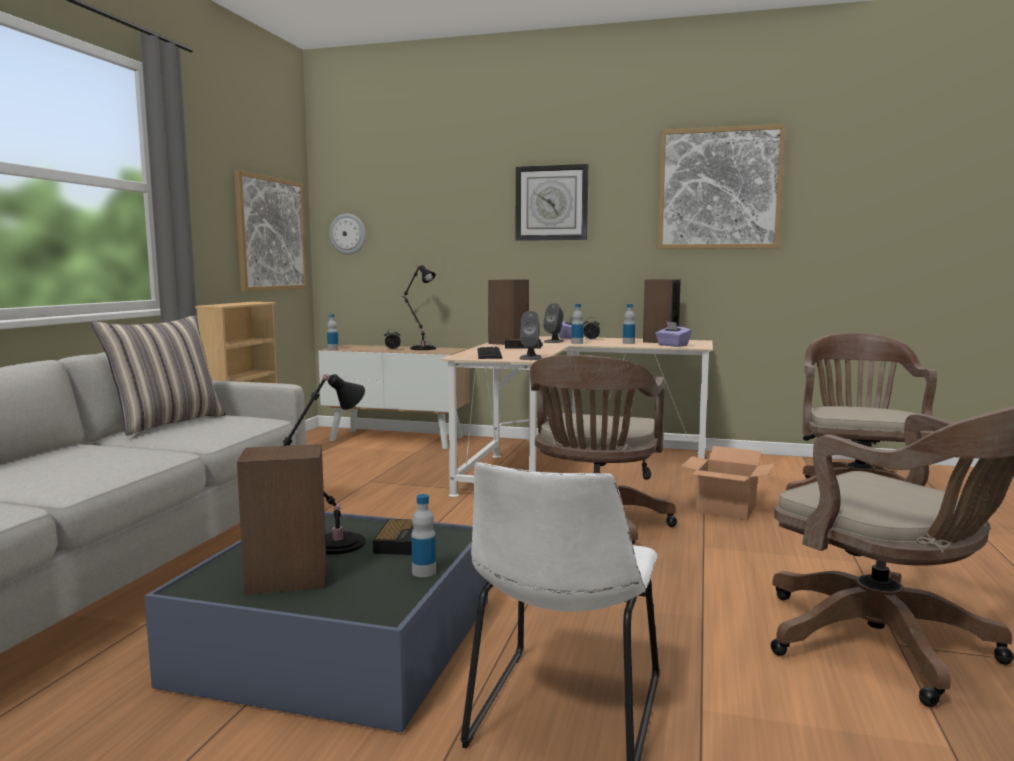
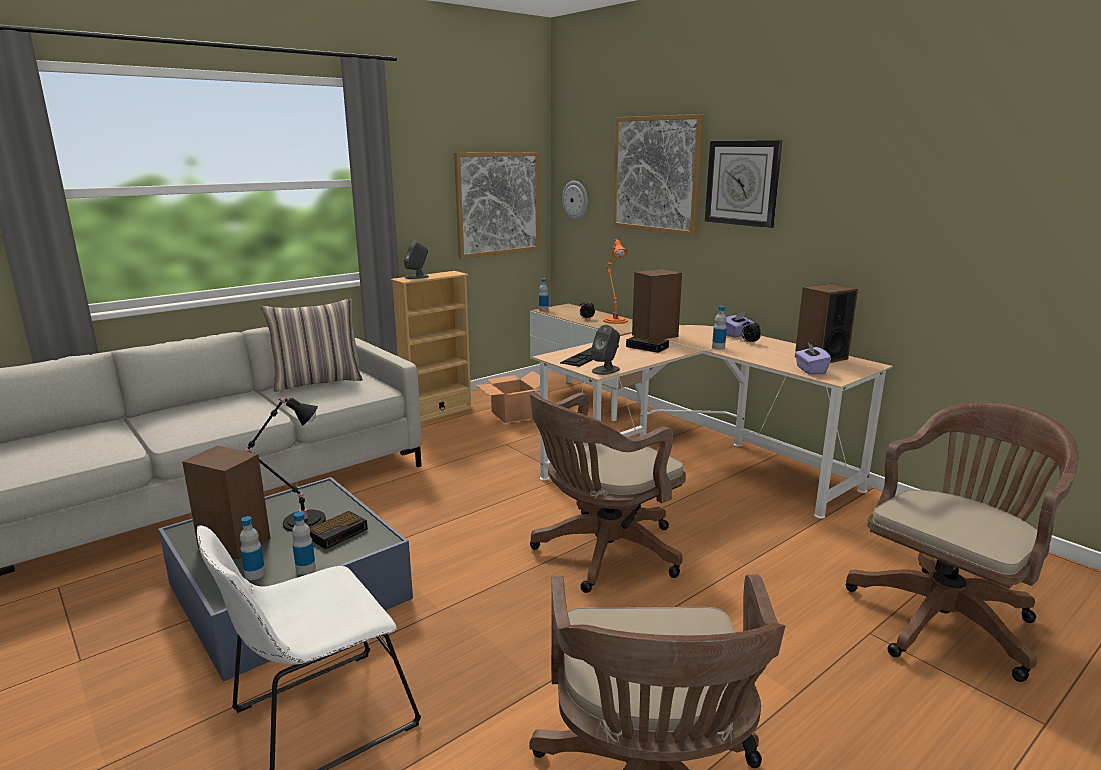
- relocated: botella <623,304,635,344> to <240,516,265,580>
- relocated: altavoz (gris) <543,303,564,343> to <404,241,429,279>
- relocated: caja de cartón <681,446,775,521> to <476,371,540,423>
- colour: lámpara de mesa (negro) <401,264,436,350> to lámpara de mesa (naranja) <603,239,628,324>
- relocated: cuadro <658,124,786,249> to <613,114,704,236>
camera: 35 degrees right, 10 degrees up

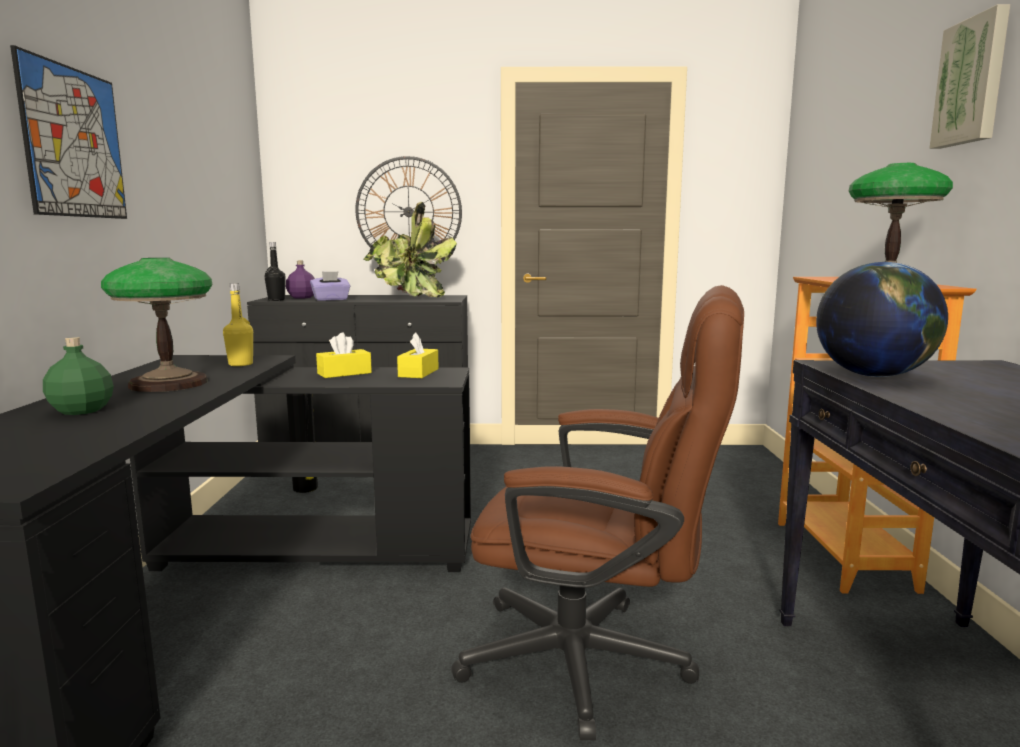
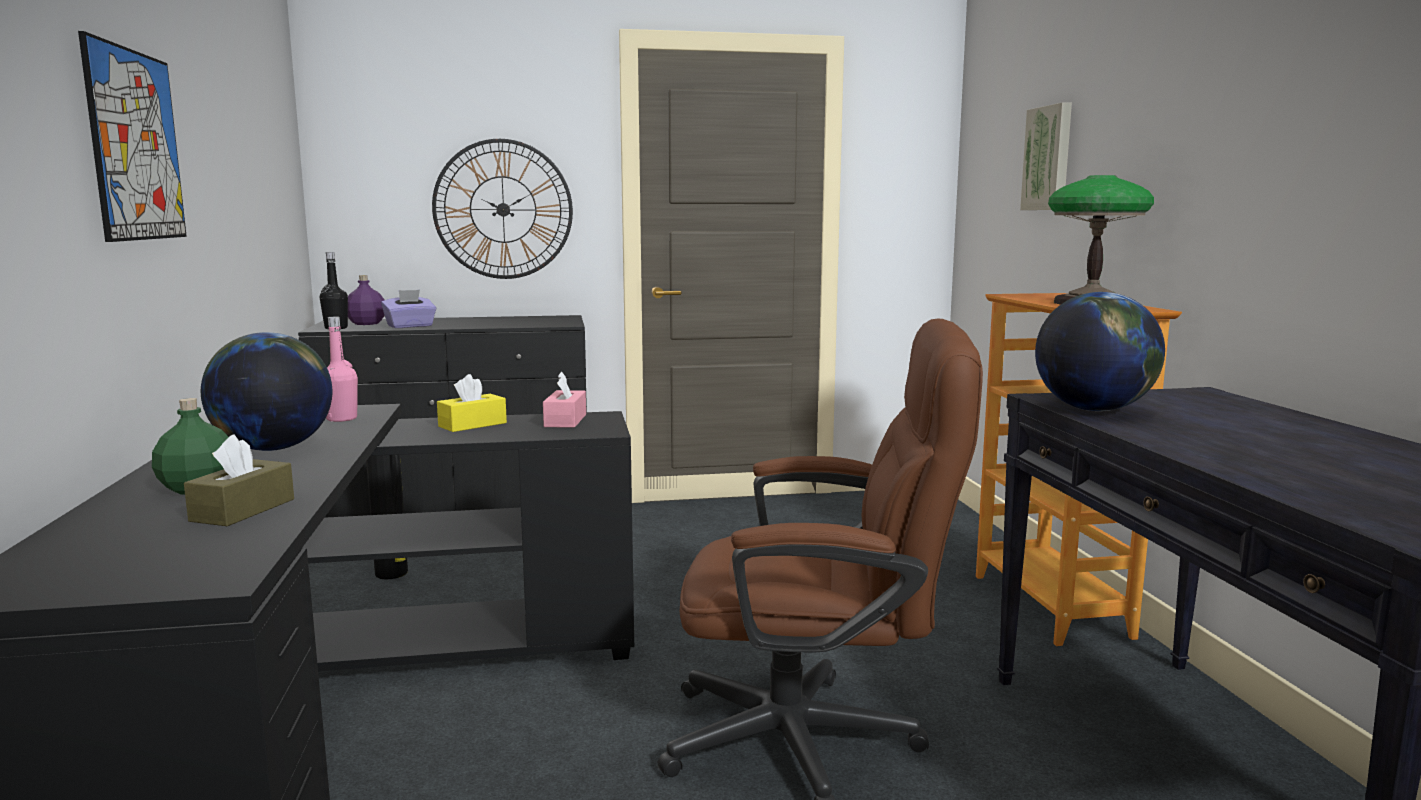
- appeared: caja de pañuelos (marrón) <184,434,294,526>
- exchanged: lámpara de mesa <101,258,212,392> to globo terráqueo <201,332,332,451>
- colour: botella (amarillo) <223,283,253,366> to botella (rosa) <326,317,358,422>
- colour: caja de pañuelos (amarillo) <397,333,439,378> to caja de pañuelos (rosa) <543,371,586,428>
- relocated: cuadro <929,4,1010,149> to <1020,102,1072,210>
- missing: planta en maceta <363,202,457,298>
camera: 10 degrees left, 0 degrees up

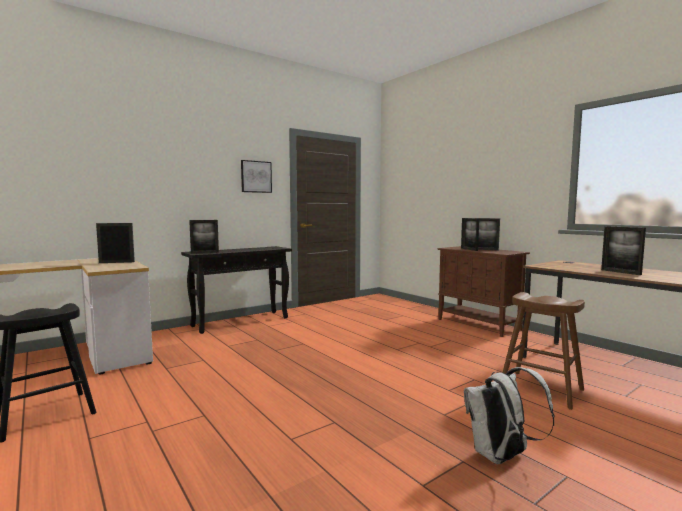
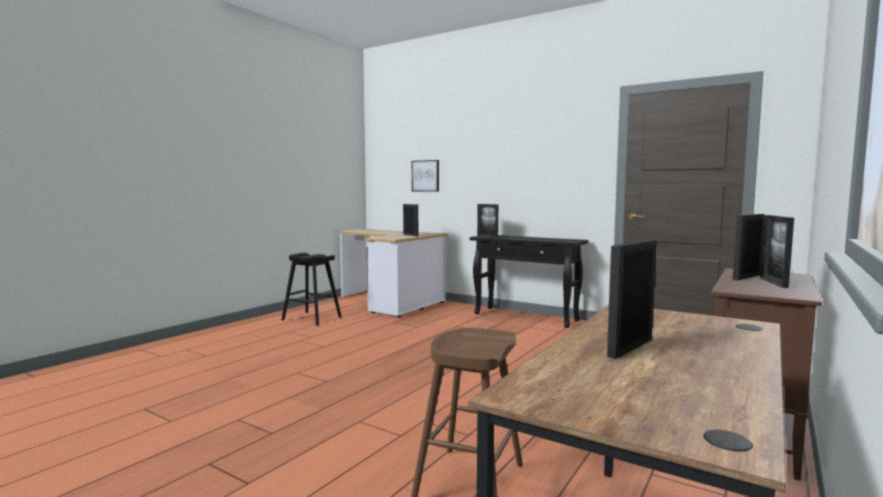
- relocated: cuadro <241,160,272,193> to <412,160,439,191>
- missing: mochila (blanco) <464,367,555,464>
camera: 70 degrees right, 0 degrees up

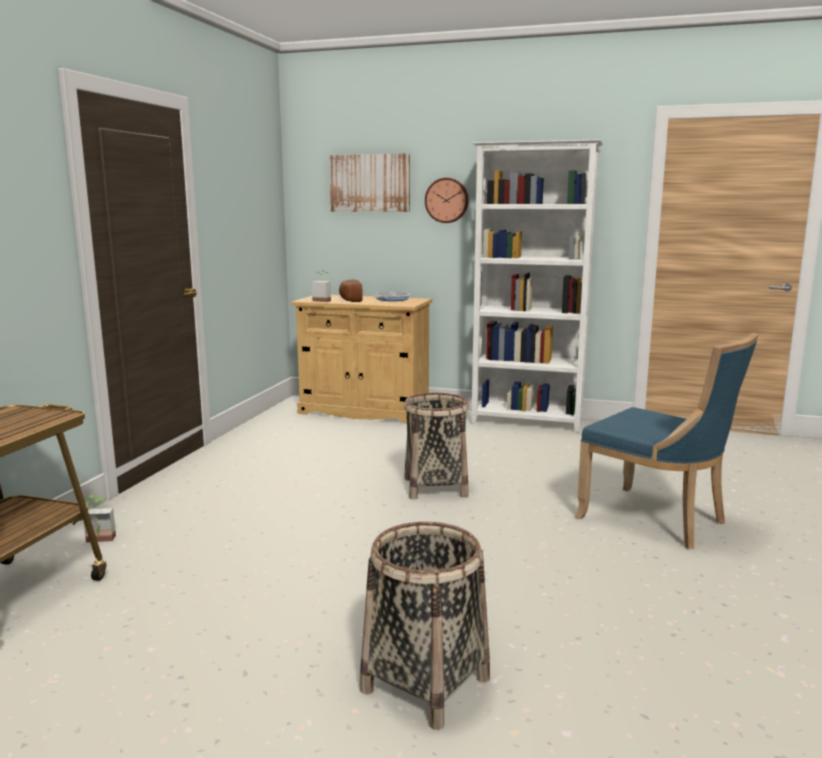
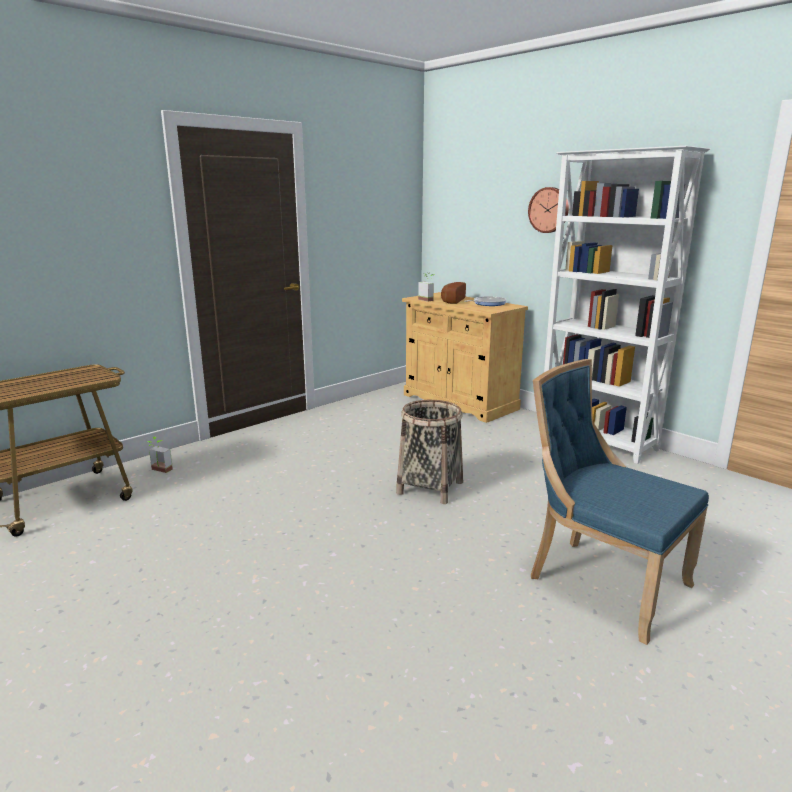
- spun: silla (azul) <575,333,759,550> = <531,359,709,645> 150 degrees clockwise
- missing: cuadro <329,153,410,212>
- missing: cesta <360,522,490,730>
camera: 30 degrees right, 5 degrees up

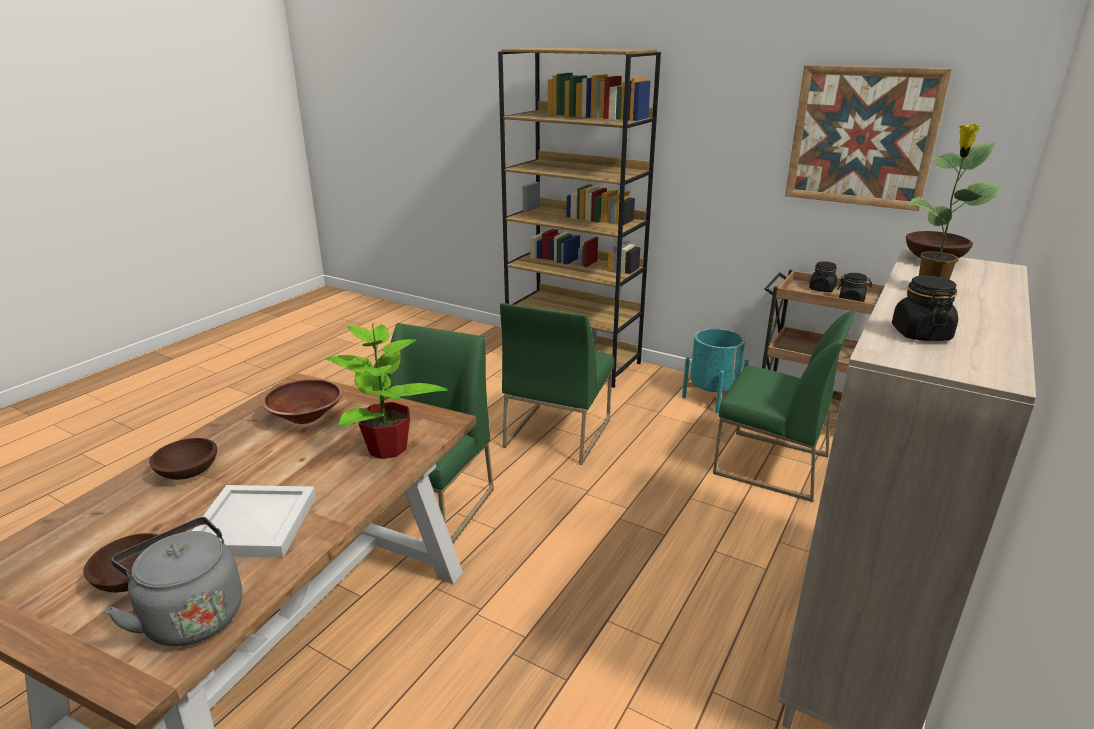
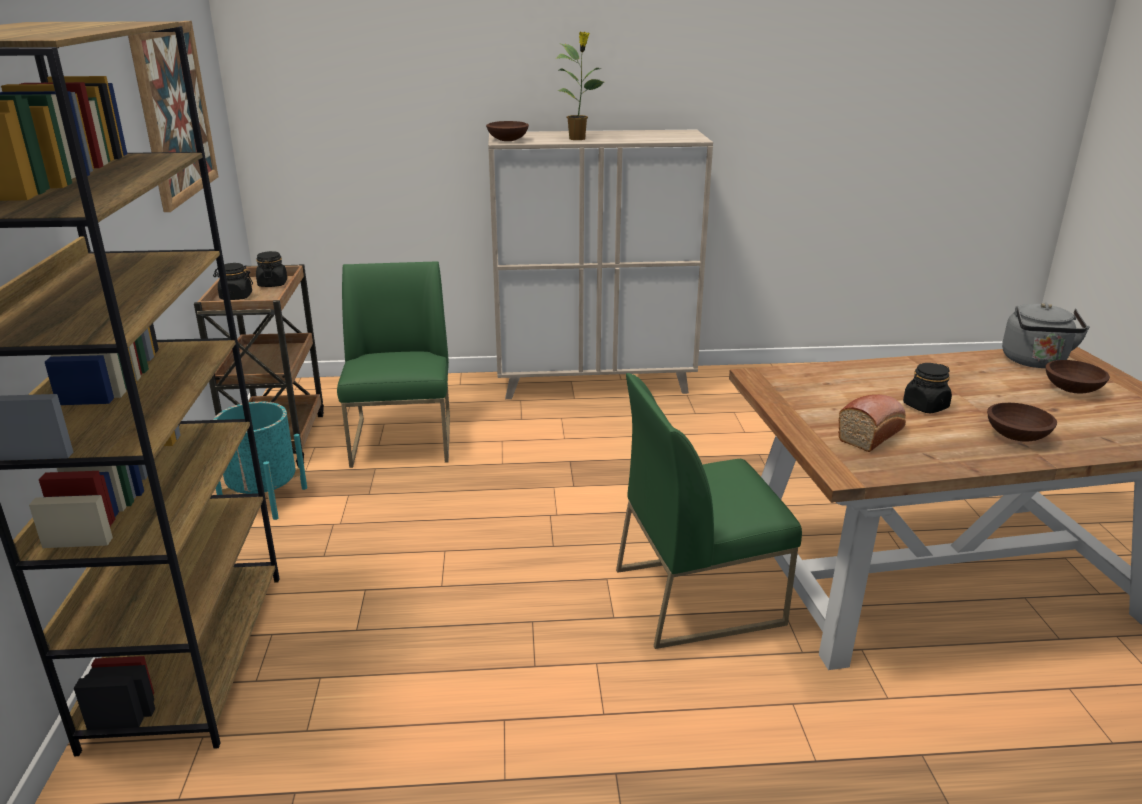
- exchanged: cuenco (marrón) <262,379,343,424> to pan <838,395,906,452>
- relocated: tarro (negro) <892,275,958,341> to <903,363,952,413>
- missing: bandeja (blanco) <192,485,316,558>
- missing: planta en maceta <326,325,448,459>
- missing: silla (verde) <500,303,614,465>
camera: 125 degrees left, 0 degrees up

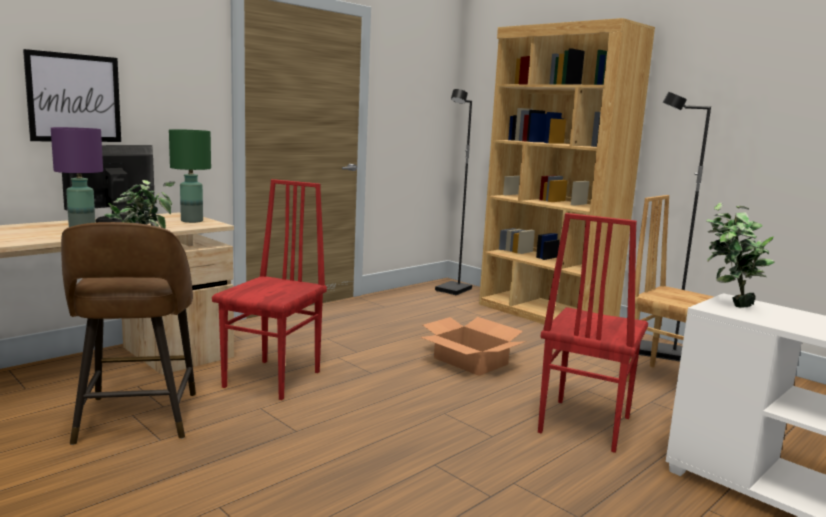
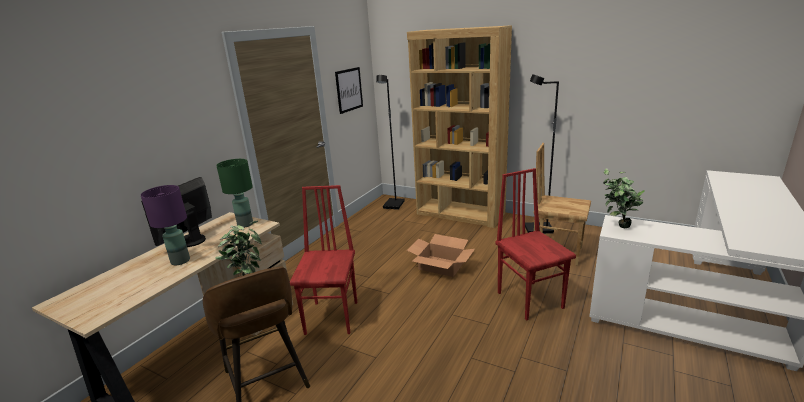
- relocated: cuadro <23,49,121,142> to <335,67,363,114>
- spun: silla (rojo) <538,213,648,453> = <496,168,576,321> 150 degrees clockwise
camera: 15 degrees left, 10 degrees up

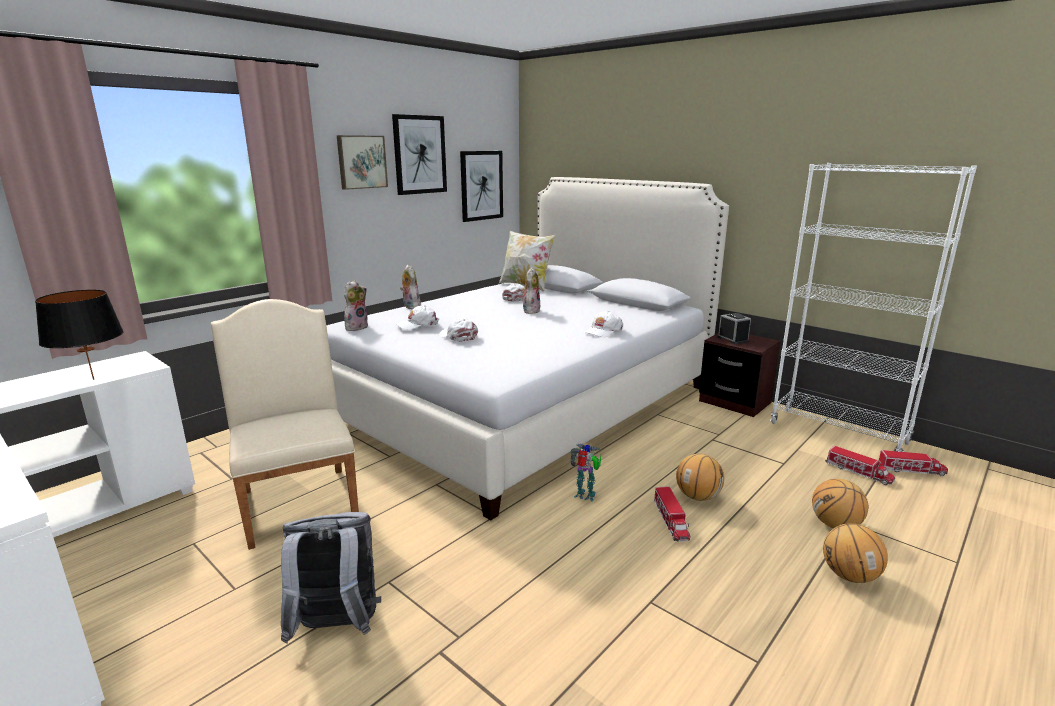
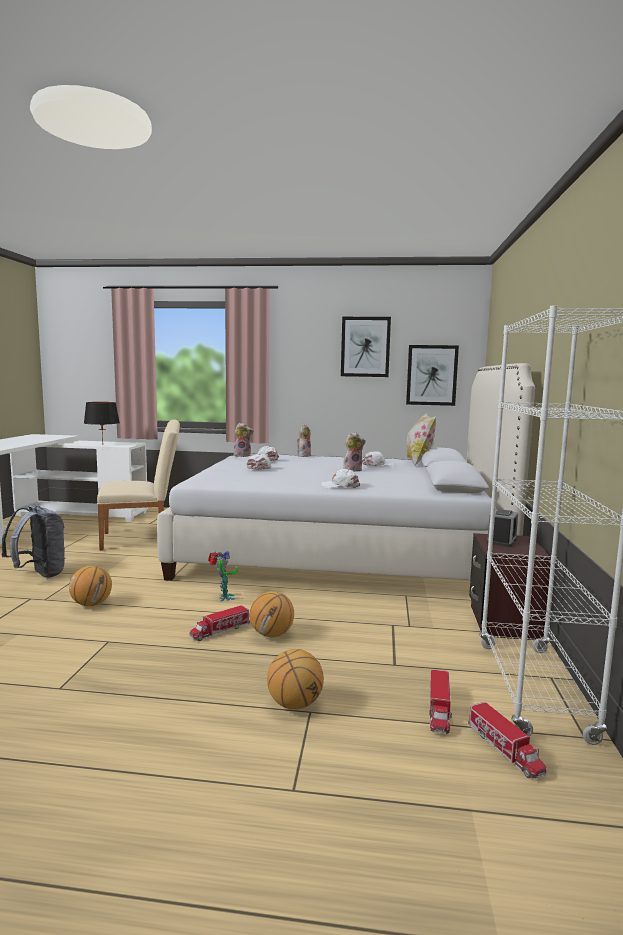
- relocated: balón de baloncesto <823,523,888,583> to <69,566,112,606>
- spun: silla (beis) <211,299,359,550> = <97,420,180,551> 45 degrees clockwise
- missing: cuadro <337,135,388,190>
camera: 55 degrees right, 10 degrees down

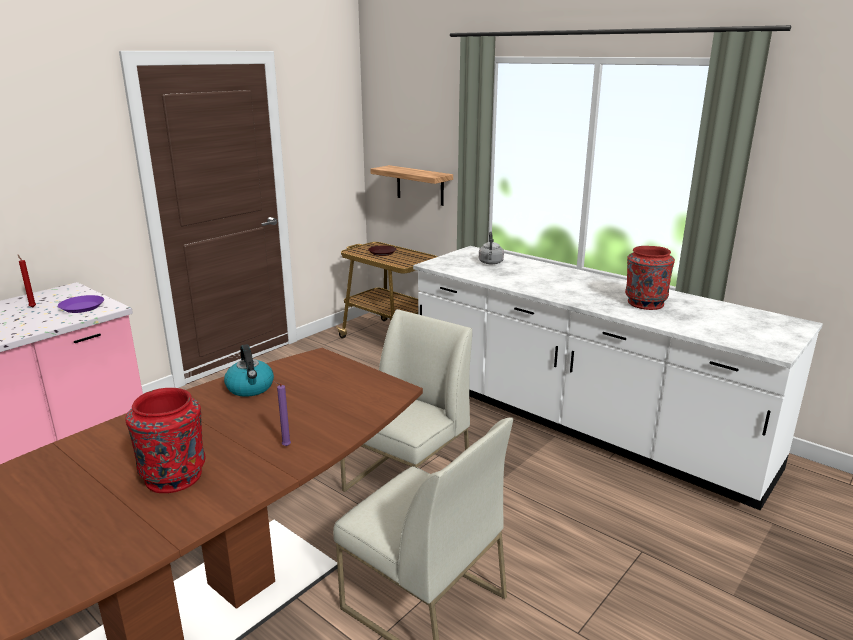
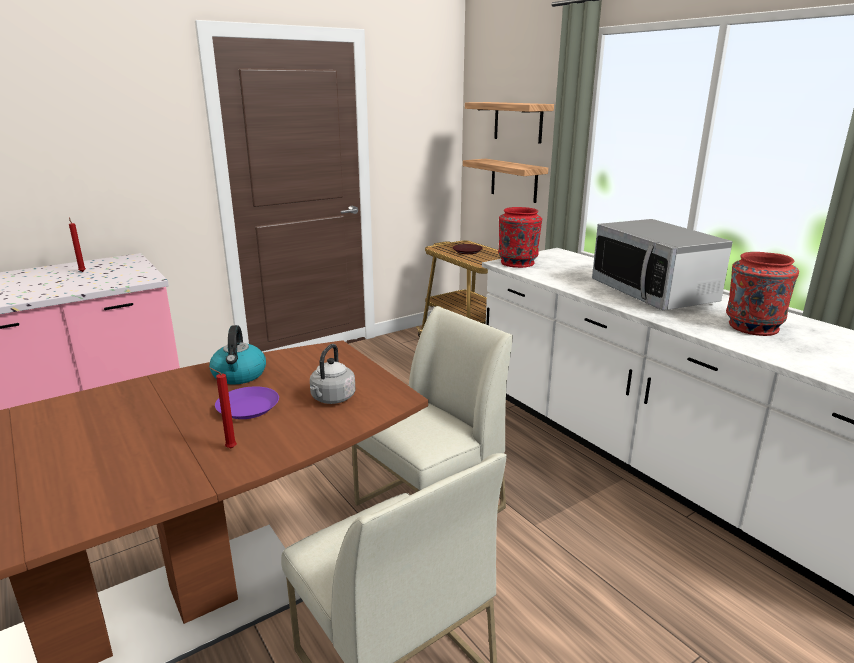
- colour: vela (morado) <272,381,291,446> to vela (rojo) <210,368,237,449>
- relocated: plato (morado) <58,295,104,313> to <215,386,279,419>
- relocated: hervidor (gris) <479,232,504,265> to <310,344,356,404>
- appeared: estante <465,102,554,144>
- relocated: florero (rojo) <125,388,206,493> to <498,207,542,268>
- appeared: microondas <592,219,733,310>
camera: 15 degrees right, 0 degrees up

